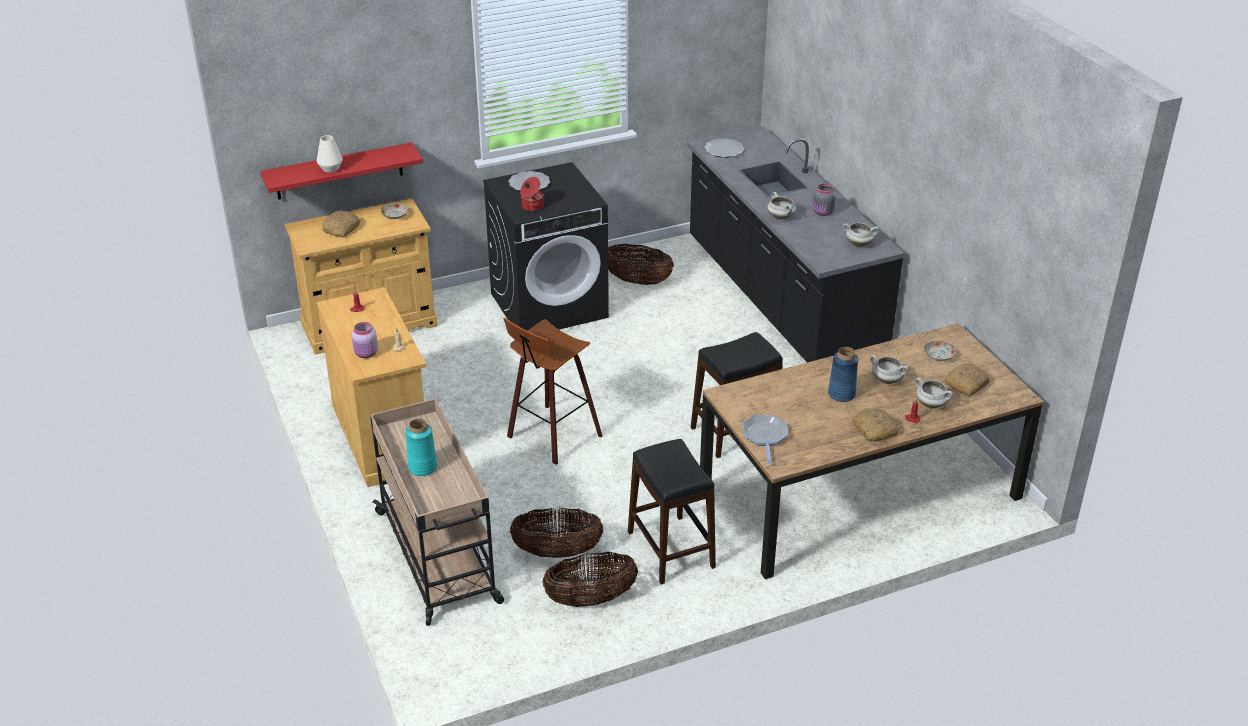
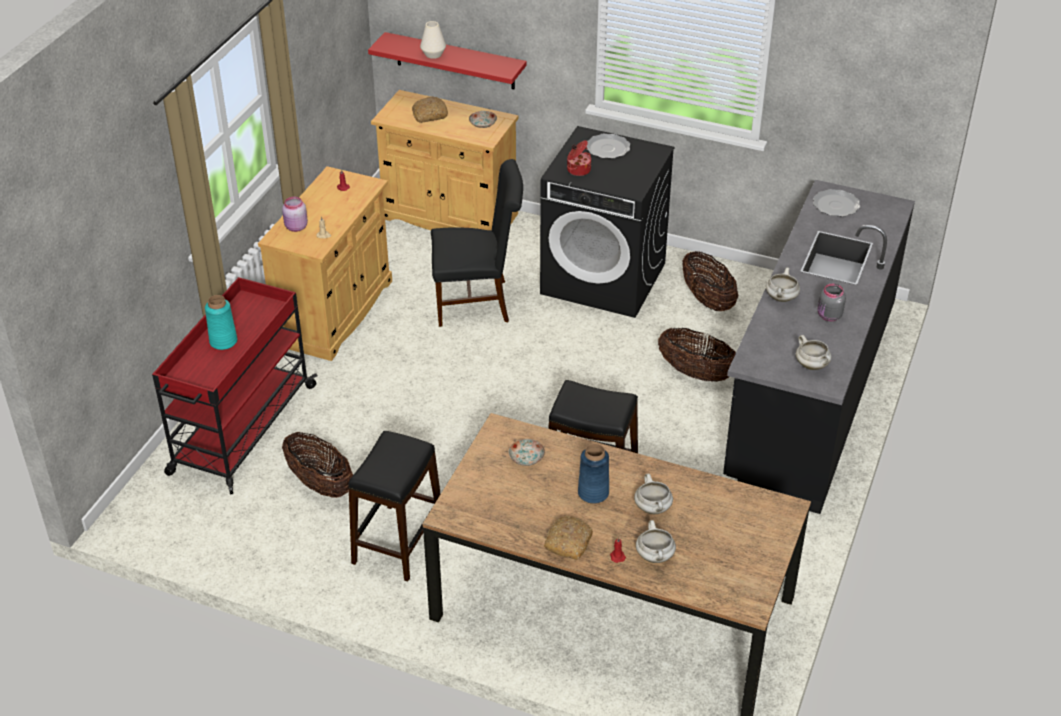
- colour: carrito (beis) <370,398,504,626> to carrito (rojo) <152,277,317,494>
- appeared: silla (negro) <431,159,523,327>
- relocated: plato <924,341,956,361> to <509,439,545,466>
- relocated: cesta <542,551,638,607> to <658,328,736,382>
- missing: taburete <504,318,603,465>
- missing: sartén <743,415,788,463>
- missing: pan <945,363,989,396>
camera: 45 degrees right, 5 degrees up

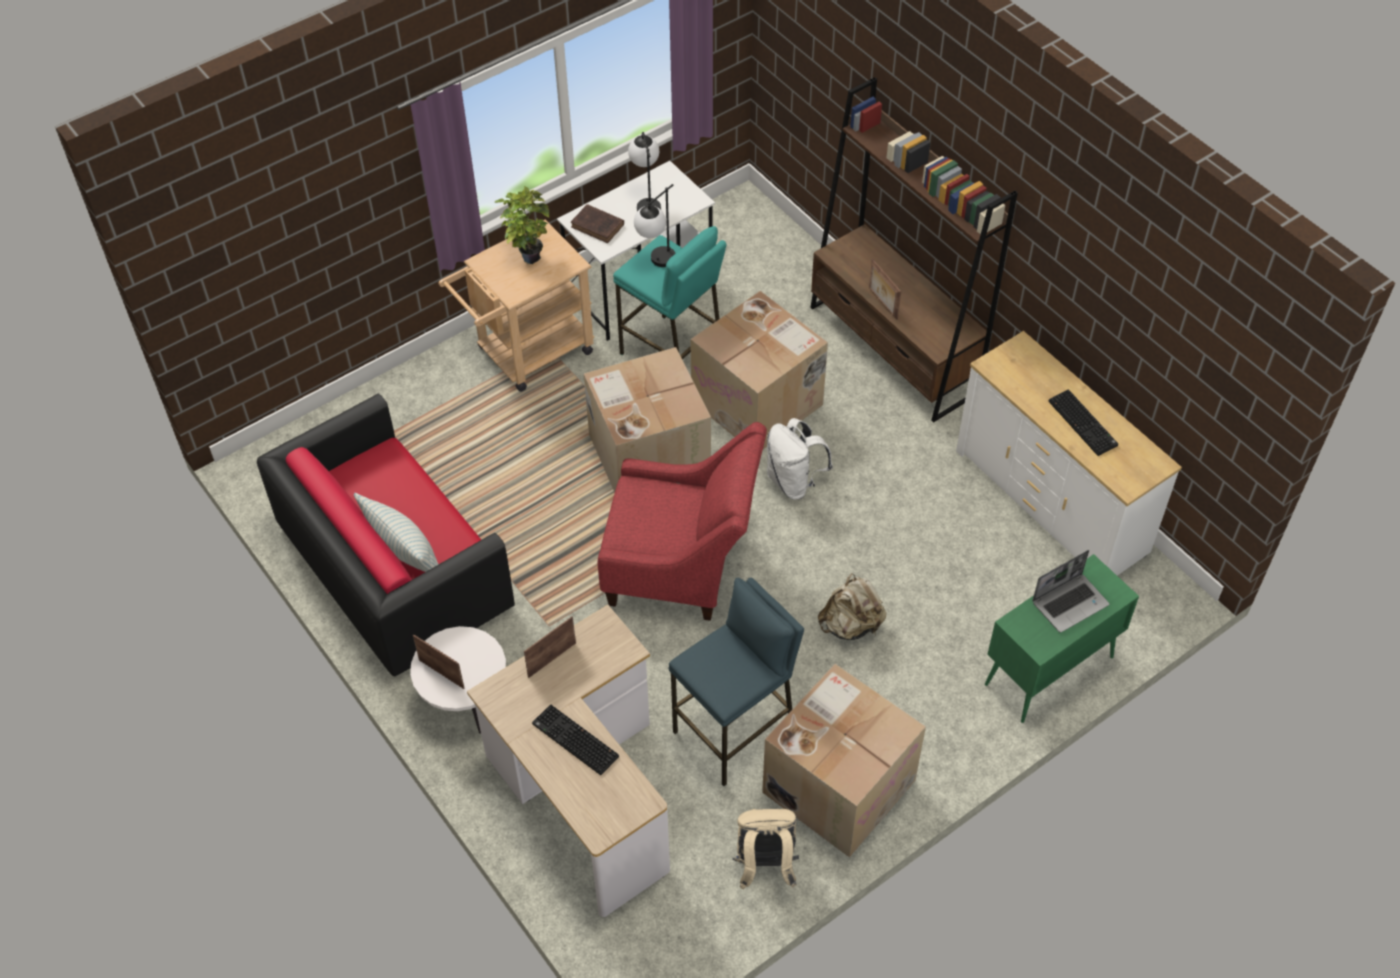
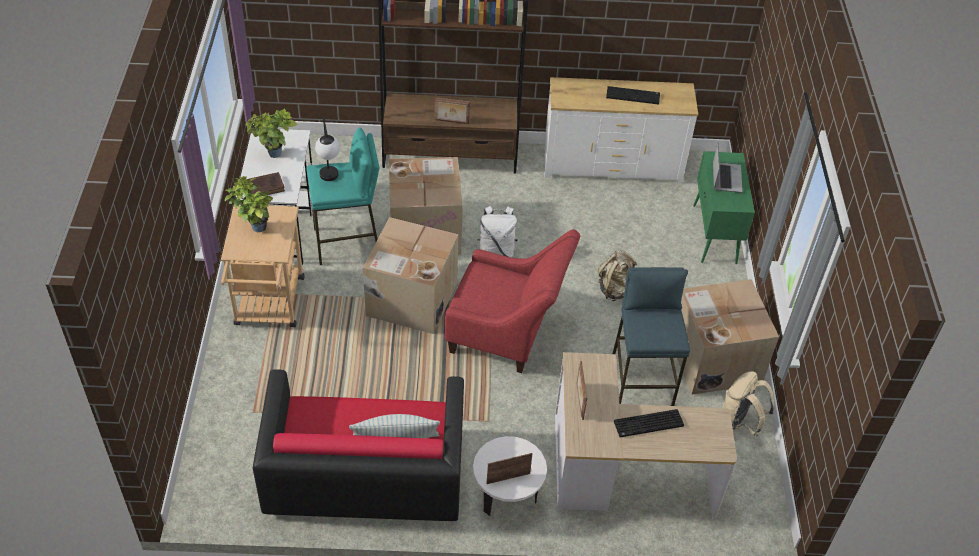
- exchanged: lámpara de mesa <628,132,661,211> to planta en maceta <246,109,297,158>
- spun: sillón (rojo) <598,422,767,621> = <445,229,580,373> 60 degrees clockwise
camera: 55 degrees left, 5 degrees down

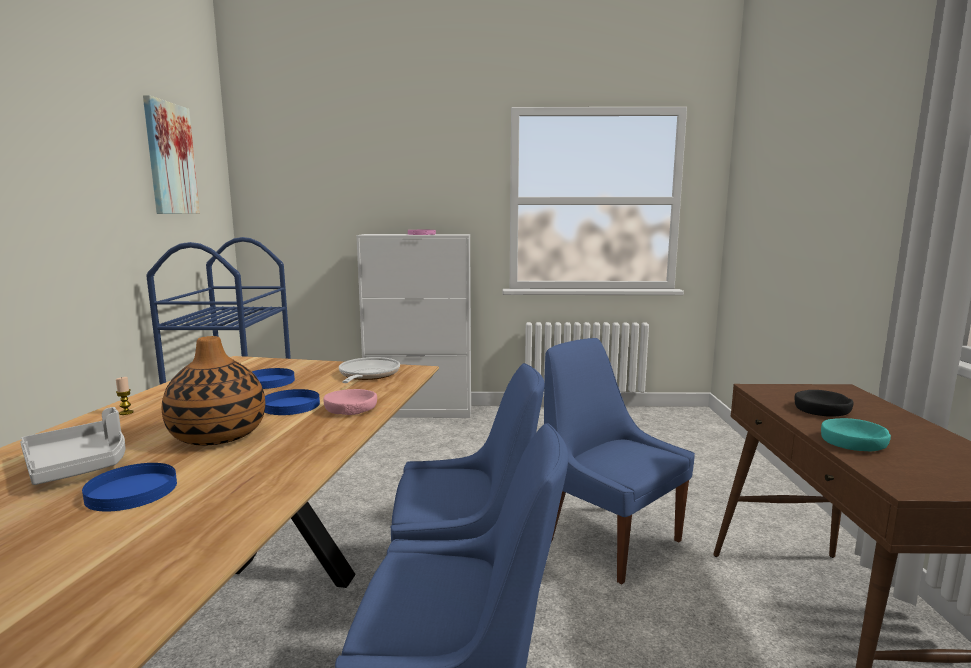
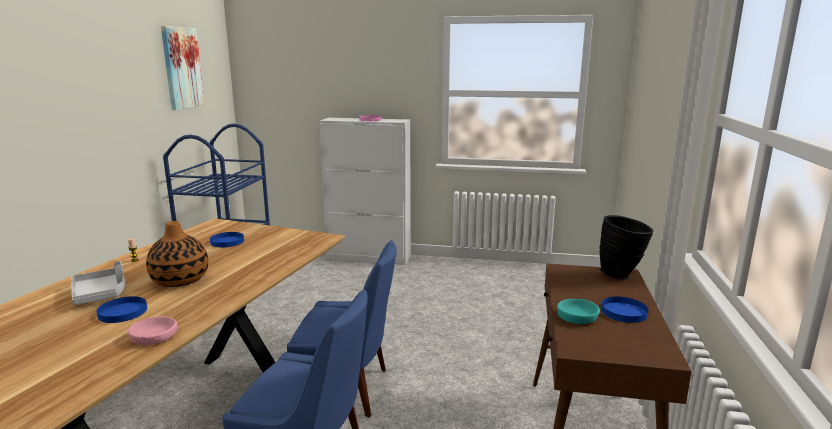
- relocated: cuenco (rosa) <324,389,377,415> to <128,317,177,345>
- appeared: florero (negro) <599,215,653,280>
- relocated: plato (azul) <265,389,320,415> to <601,296,648,323>
- missing: sartén <339,357,400,383>
- missing: silla (azul) <544,338,695,584>
- missing: cuenco (negro) <795,390,854,417>
camera: 10 degrees right, 5 degrees up

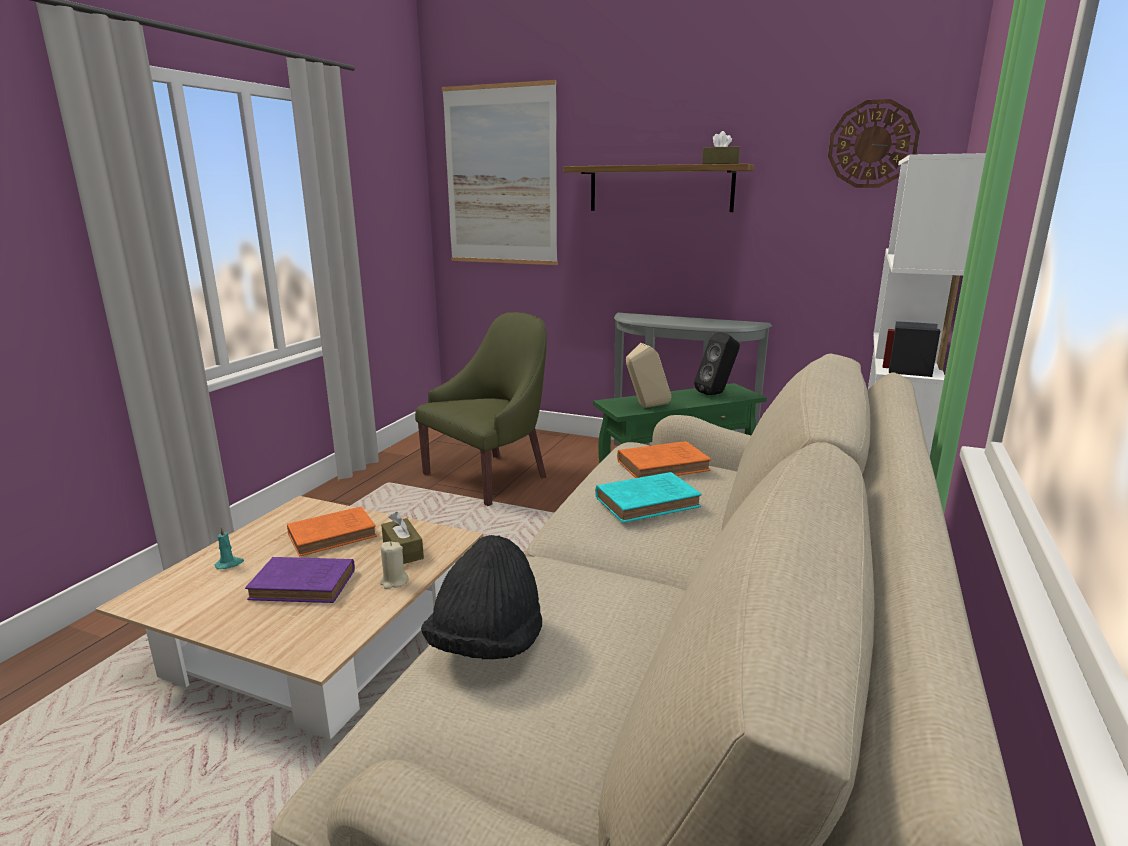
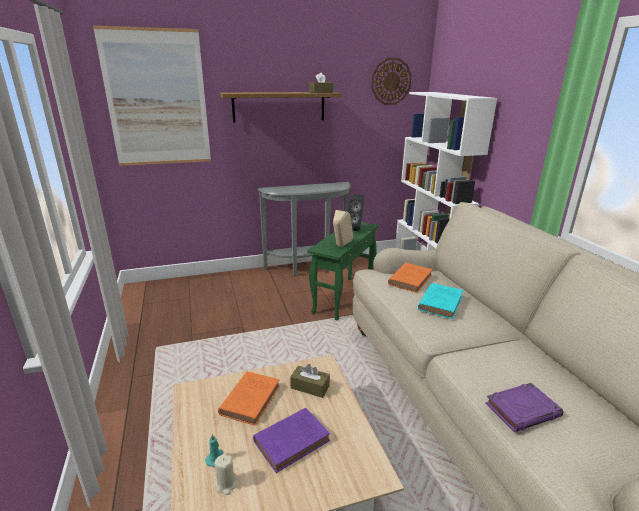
- relocated: vela (beis) <380,542,409,589> to <215,454,238,495>
- exchanged: sombrero (negro) <421,535,542,659> to libro (morado) <485,383,563,432>
- missing: sillón (verde) <415,312,547,506>
camera: 40 degrees left, 5 degrees up

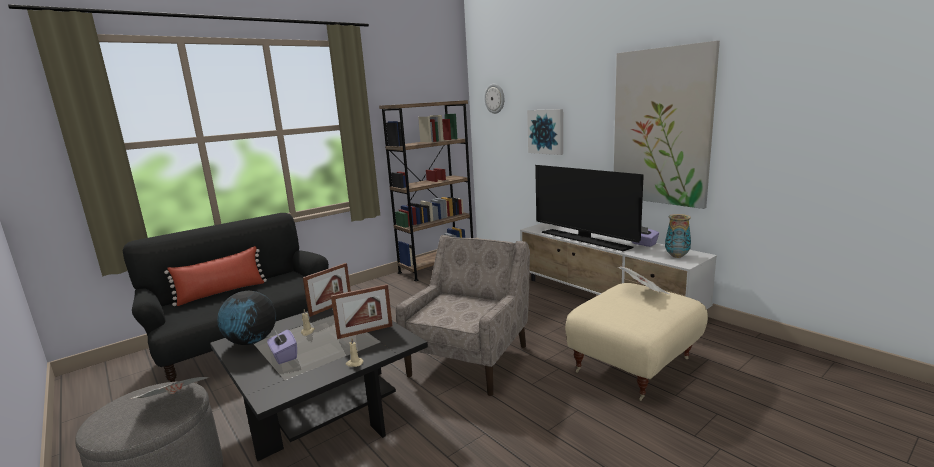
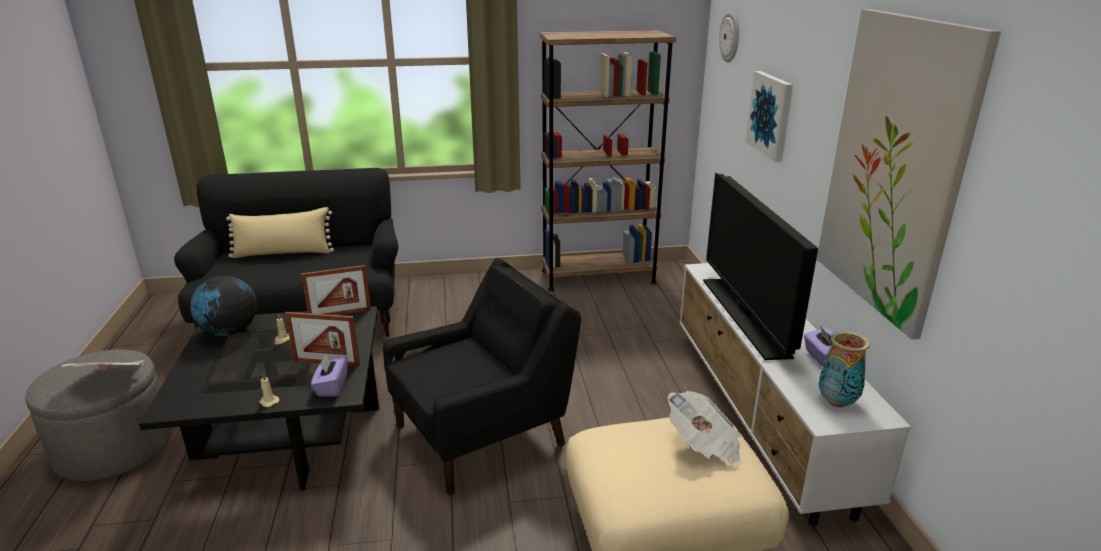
- colour: cojín (rojo) <164,246,267,306> to cojín (beis) <226,207,334,258>
- relocated: caja de pañuelos (morado) <267,330,297,364> to <311,355,348,397>
- colour: sillón (beis) <396,235,530,396> to sillón (negro) <383,258,581,495>
camera: 30 degrees right, 10 degrees up

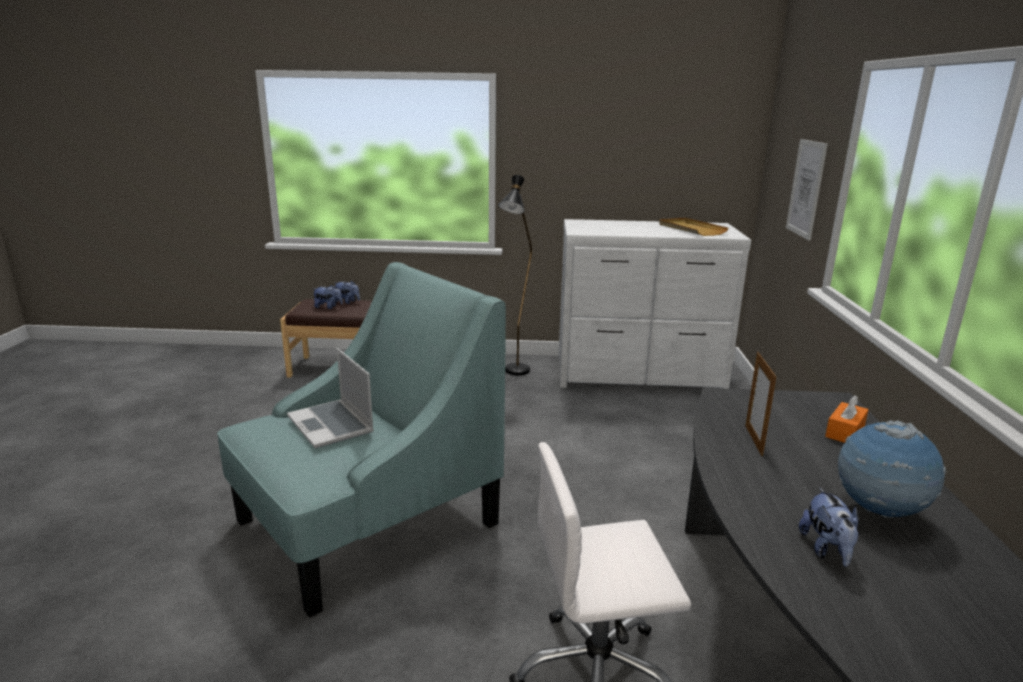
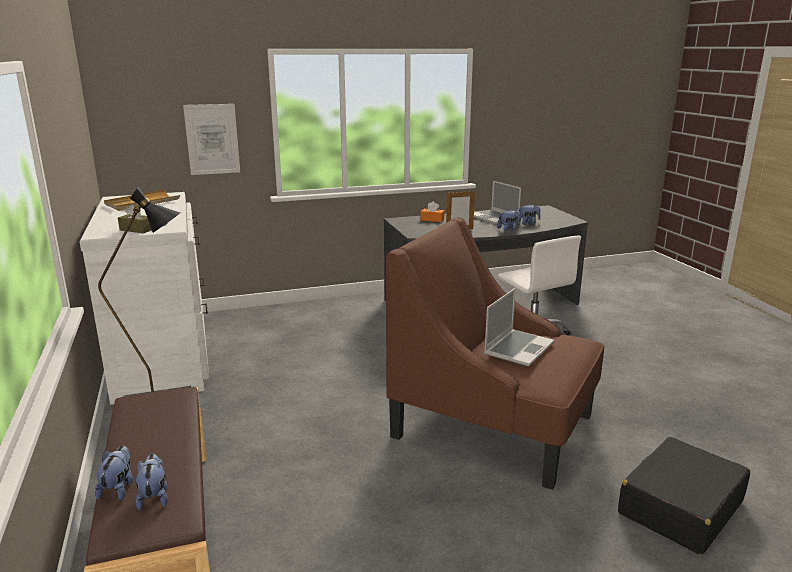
- appeared: caja de pañuelos (marrón) <118,205,152,233>
- colour: sillón (turquesa) <217,262,506,618> to sillón (marrón) <386,217,604,490>
- exchanged: globo terráqueo <838,420,947,518> to portátil <474,181,521,225>
- appeared: peluche <497,209,521,231>
- appeared: maleta (negro) <618,437,750,555>
camera: 110 degrees left, 0 degrees up

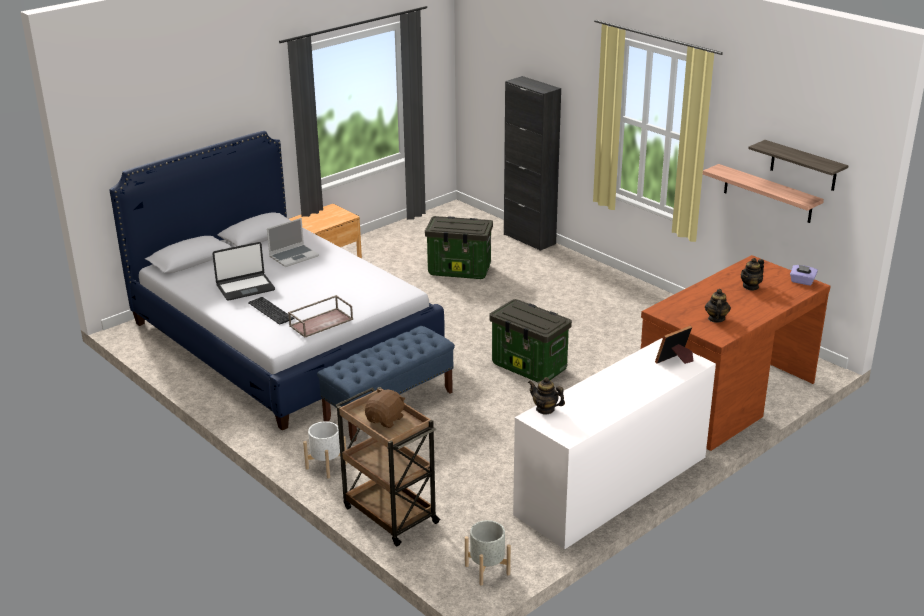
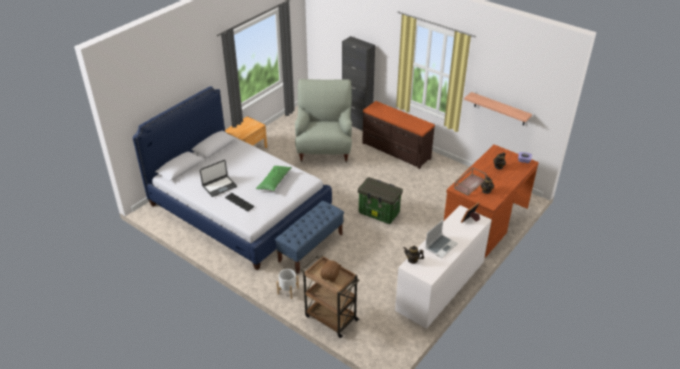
- appeared: cojín (verde) <256,166,292,191>
- exchanged: caja de almacenaje <425,216,493,279> to sillón (gris) <295,79,352,163>
- appeared: cómoda (marrón) <362,101,435,169>
- relocated: portátil <267,218,319,267> to <425,220,458,258>
- relocated: bandeja (marrón) <288,295,353,338> to <454,167,487,196>
- missing: maceta (gris) <465,520,511,586>
- missing: estante <748,140,848,191>
camera: 10 degrees left, 10 degrees up

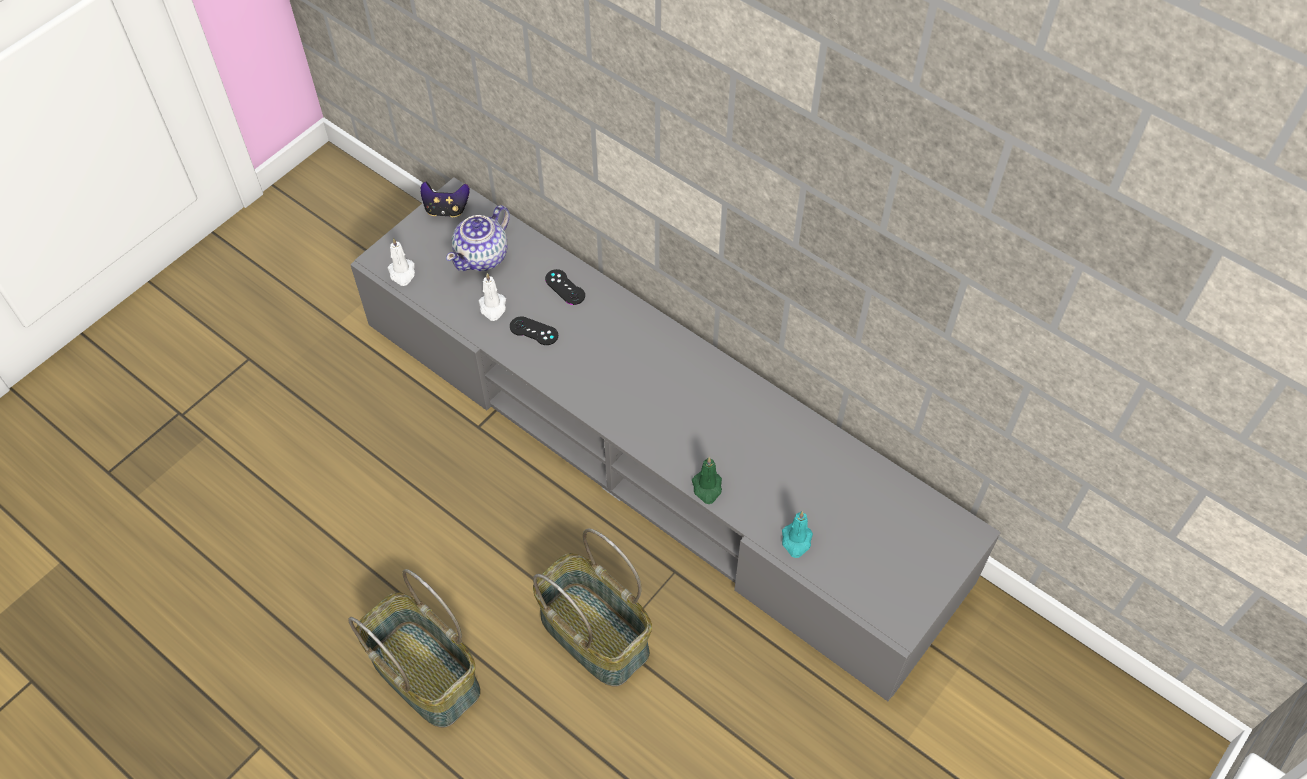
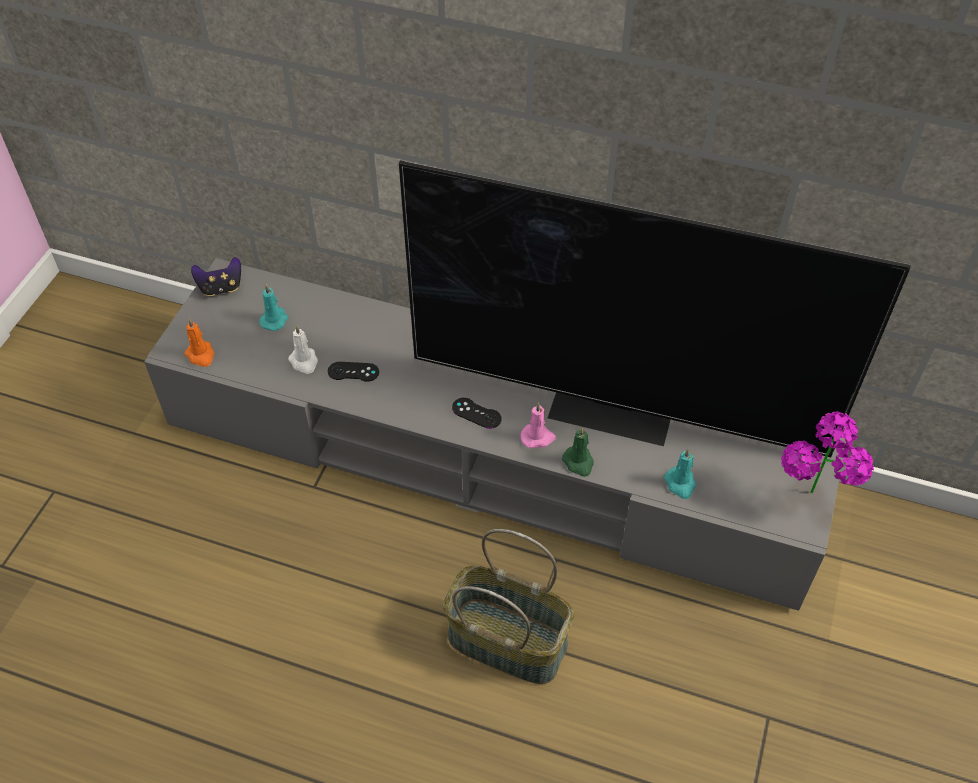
- colour: vela (blanco) <388,238,415,286> to vela (naranja) <184,318,214,367>
- exchanged: tetera <446,205,510,271> to vela (turquesa) <259,284,288,331>
- appeared: televisor <399,160,911,458>
- relocated: mando de consola (negro) <545,269,585,305> to <452,398,502,429>
- appeared: vela (rosa) <520,402,556,448>
- appeared: planta en maceta <781,411,874,493>
- missing: cesta <348,569,481,728>
camera: 20 degrees left, 5 degrees down

